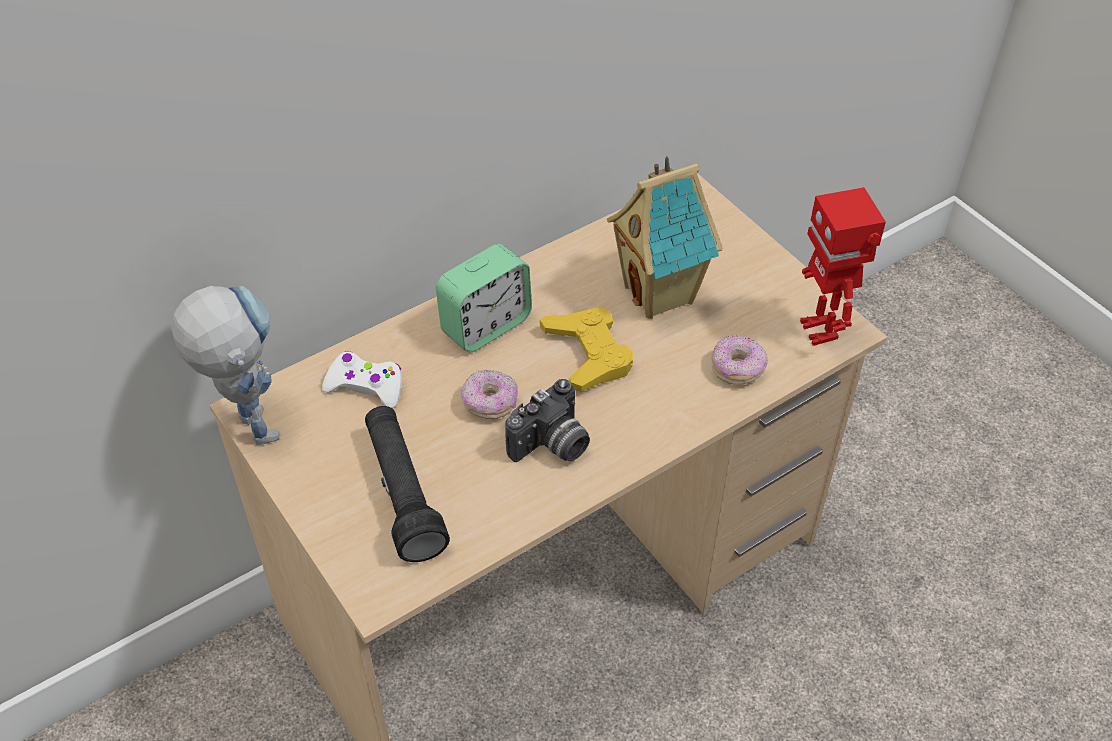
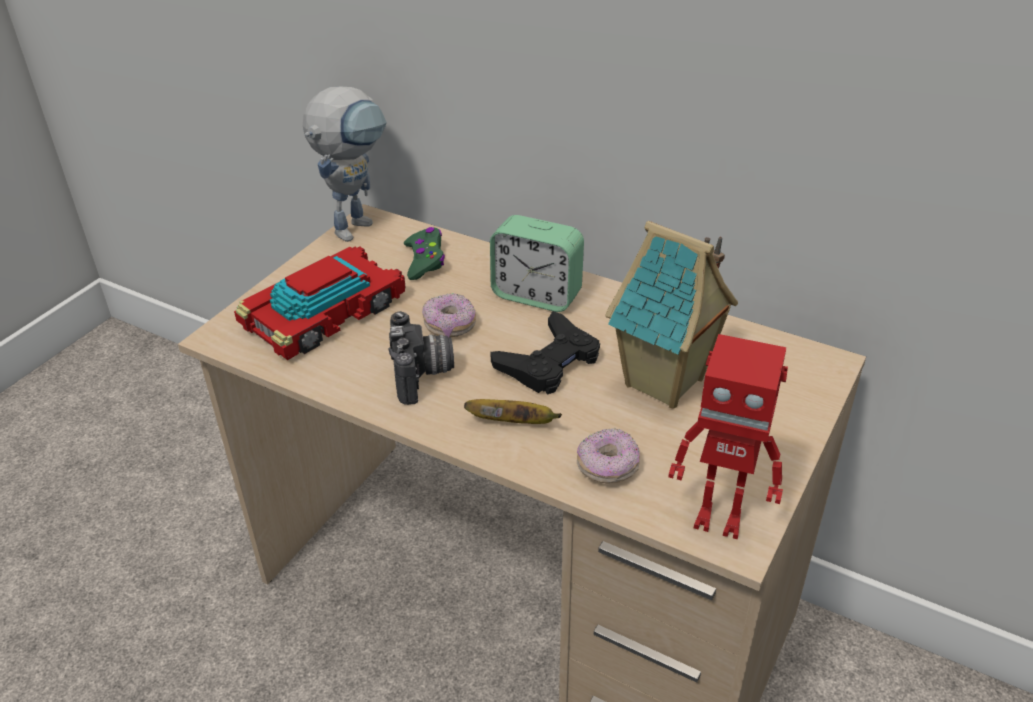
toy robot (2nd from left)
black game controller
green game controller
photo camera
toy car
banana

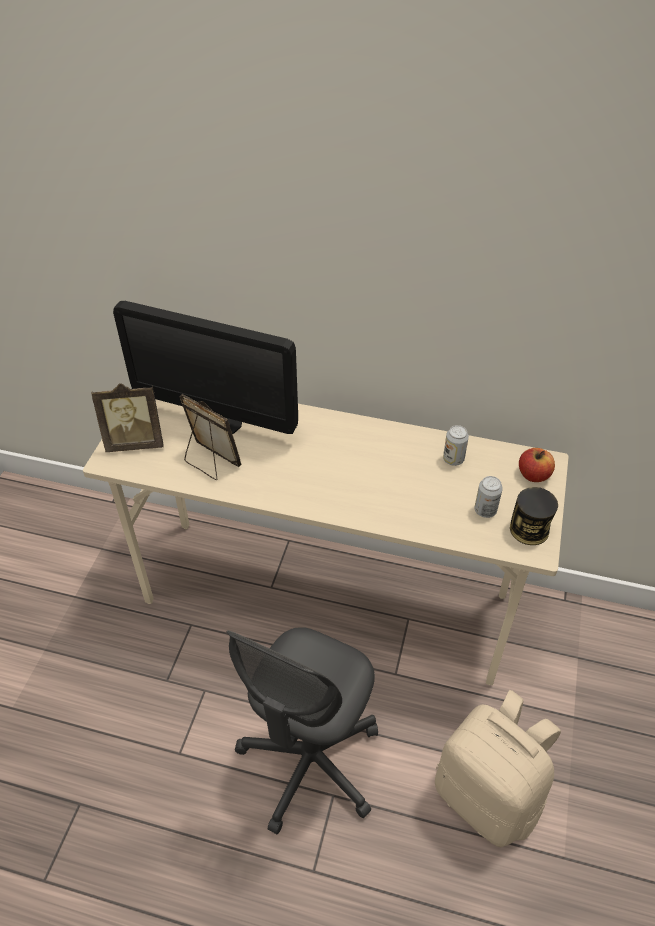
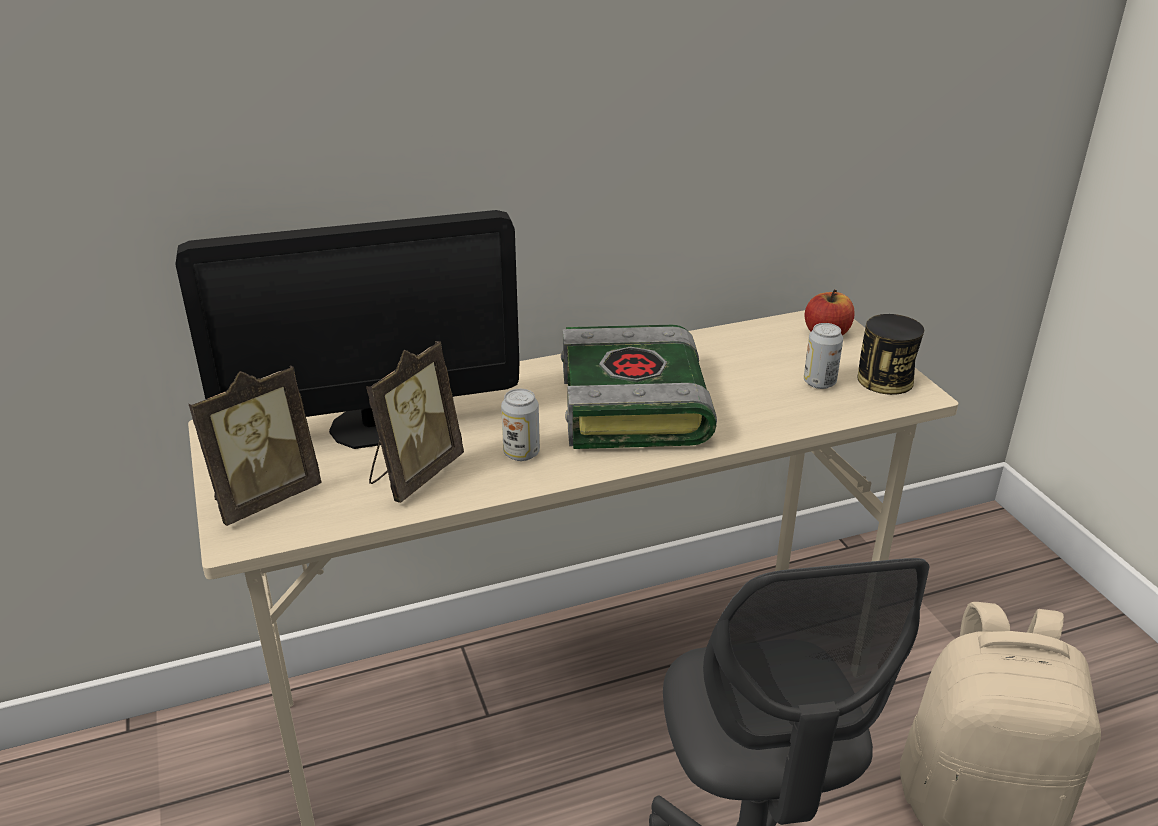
picture frame (2nd from left)
can (1st from left)
book

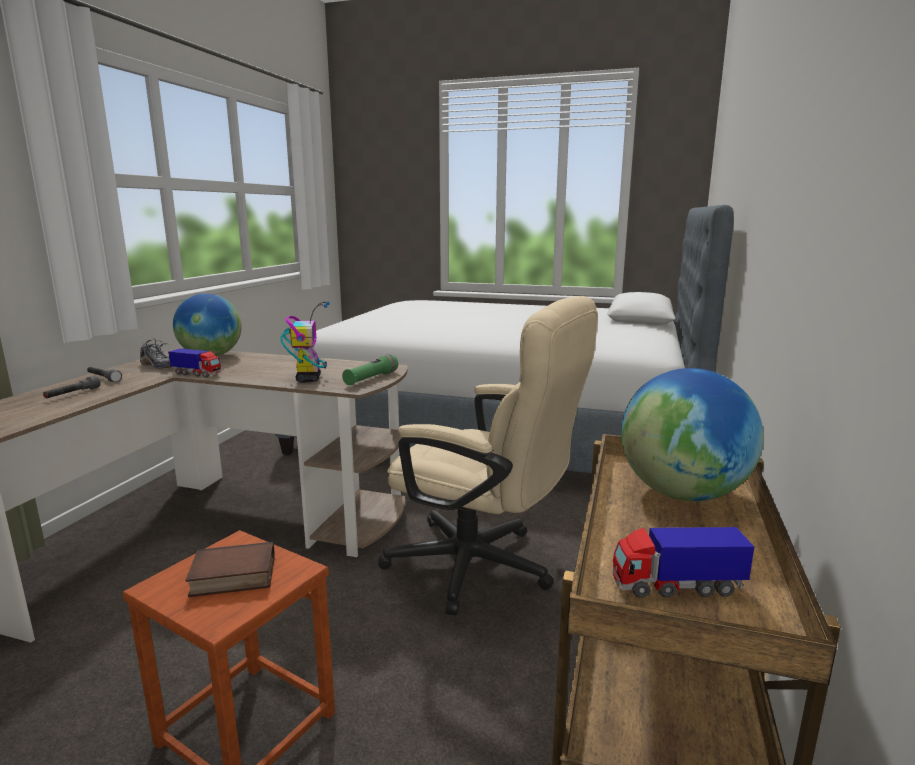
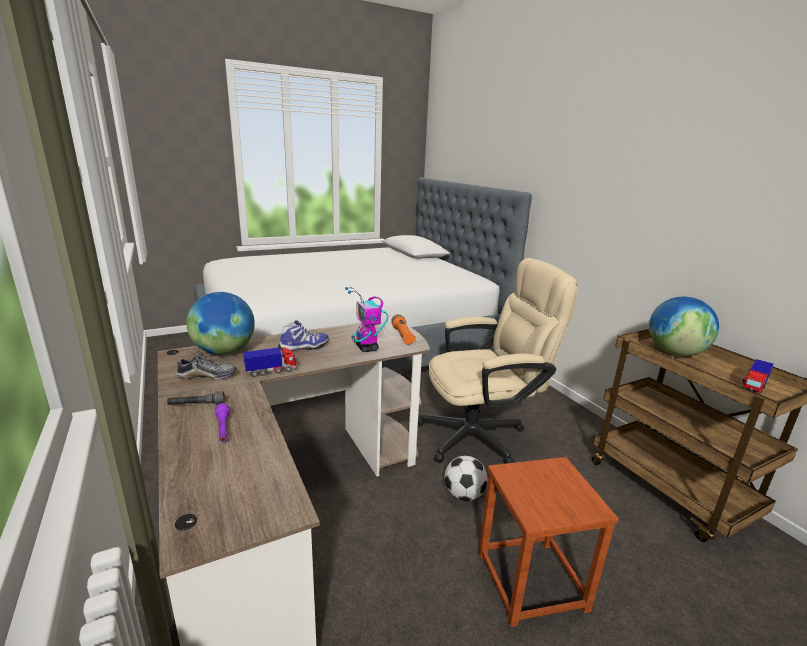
toy robot
orange flashlight
purple flashlight
book
shoe (2nd from left)
football

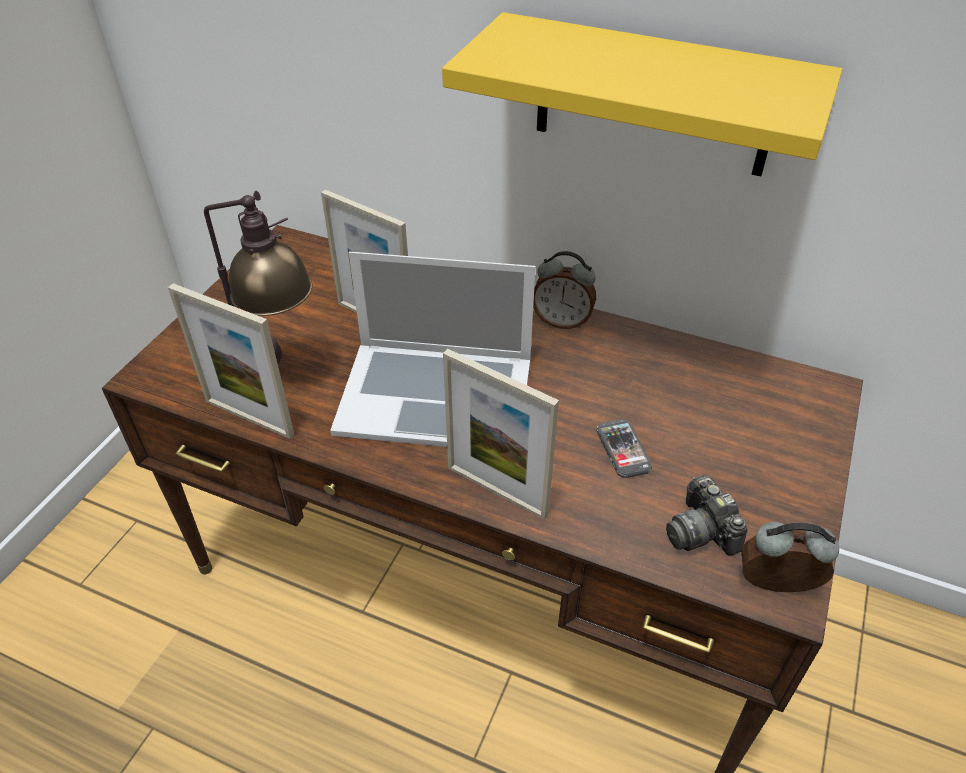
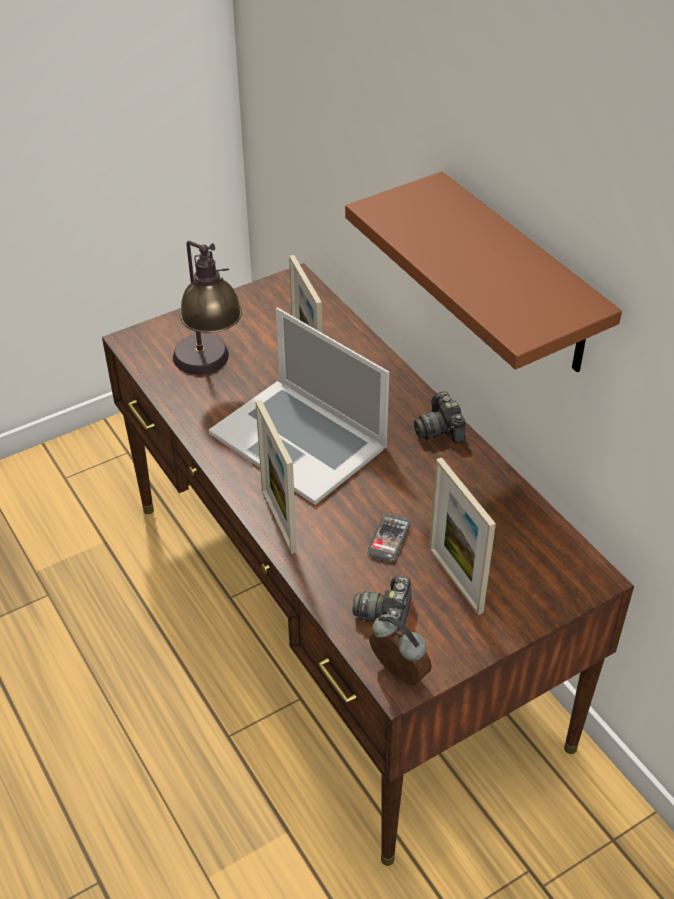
brown shelf
photo camera (2nd from left)
picture frame (3rd from left)

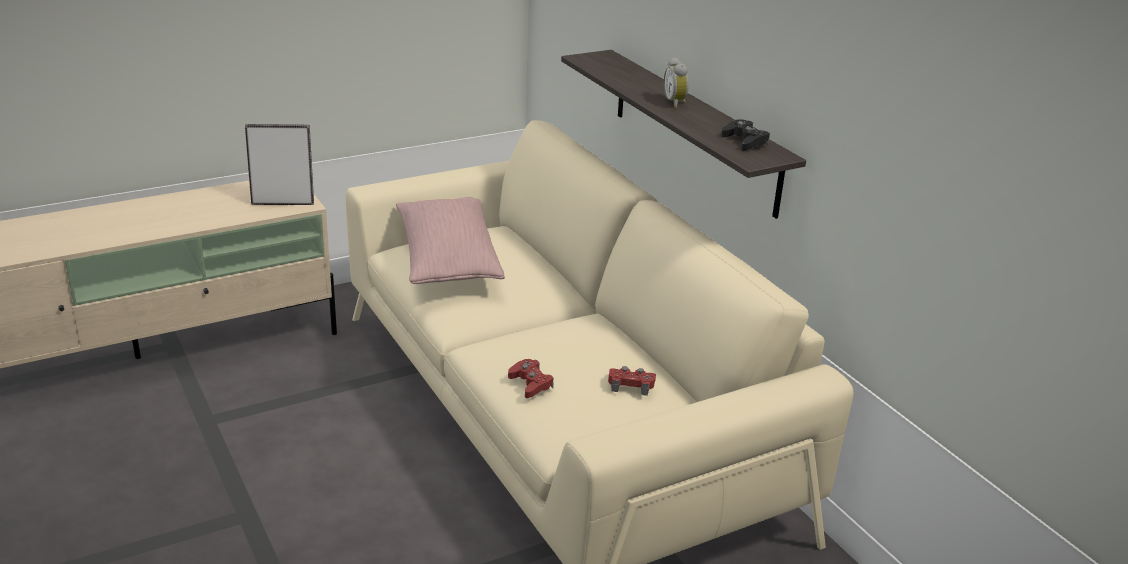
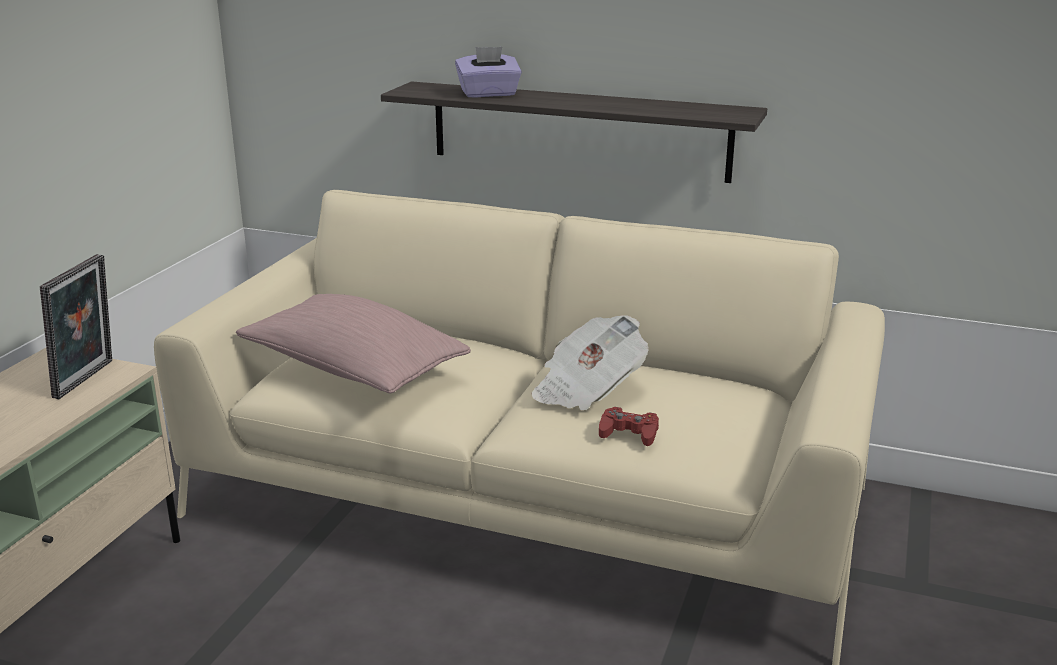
alarm clock
black game controller
picture frame
red game controller (2nd from left in the first image)
purple tissue box
newspaper

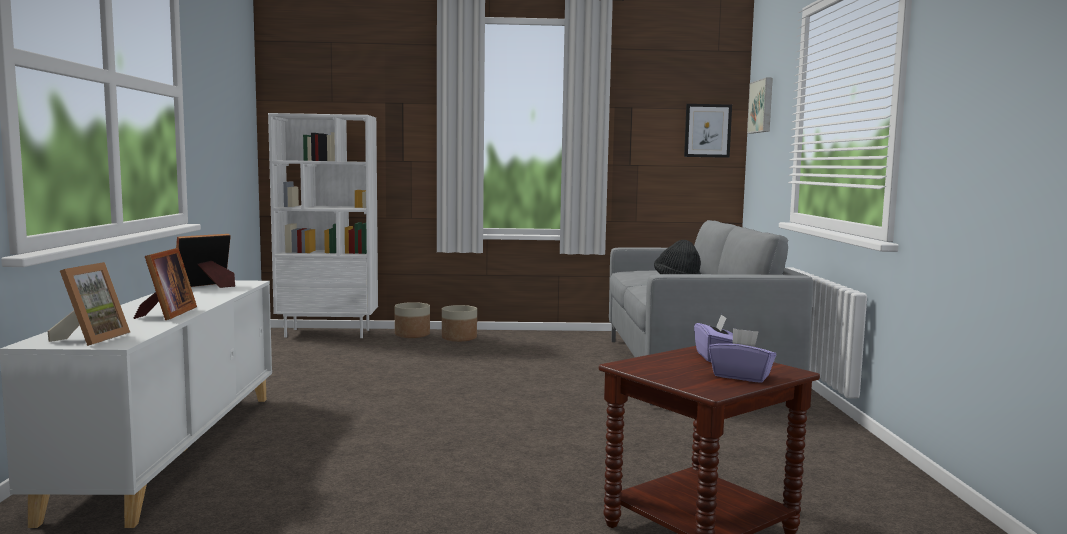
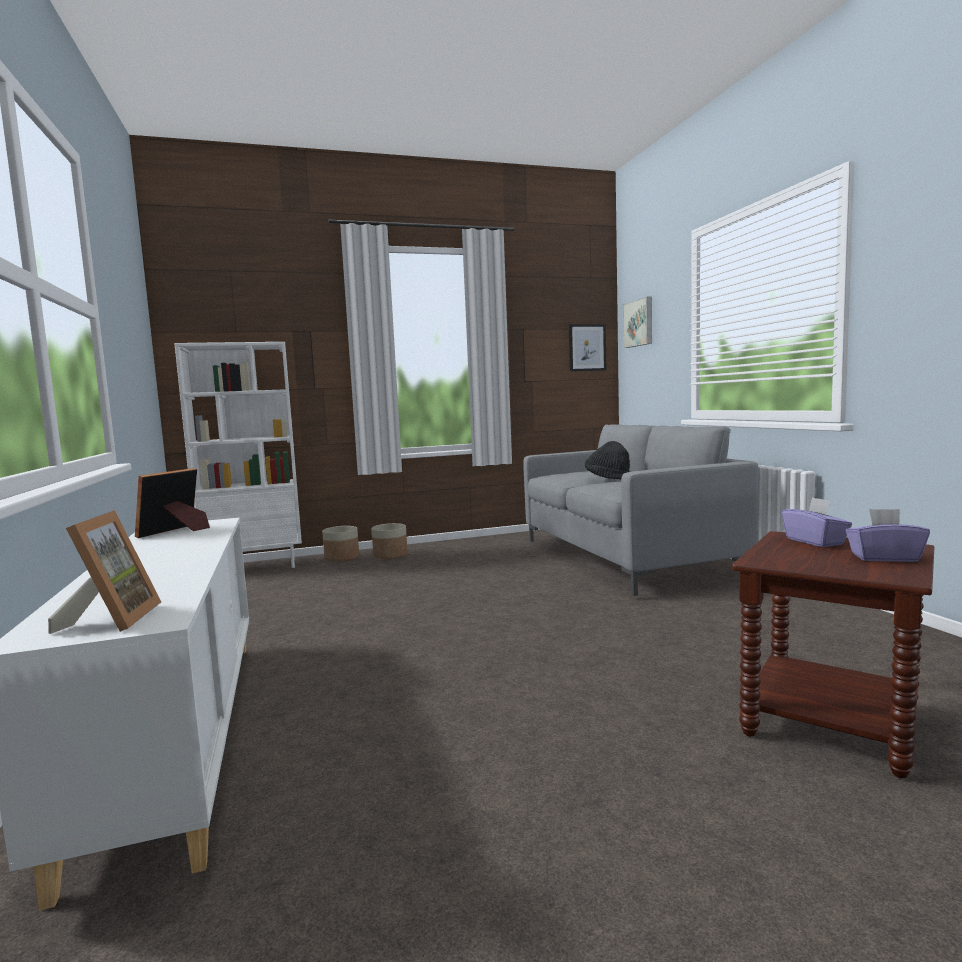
picture frame (2nd from left in the first image)

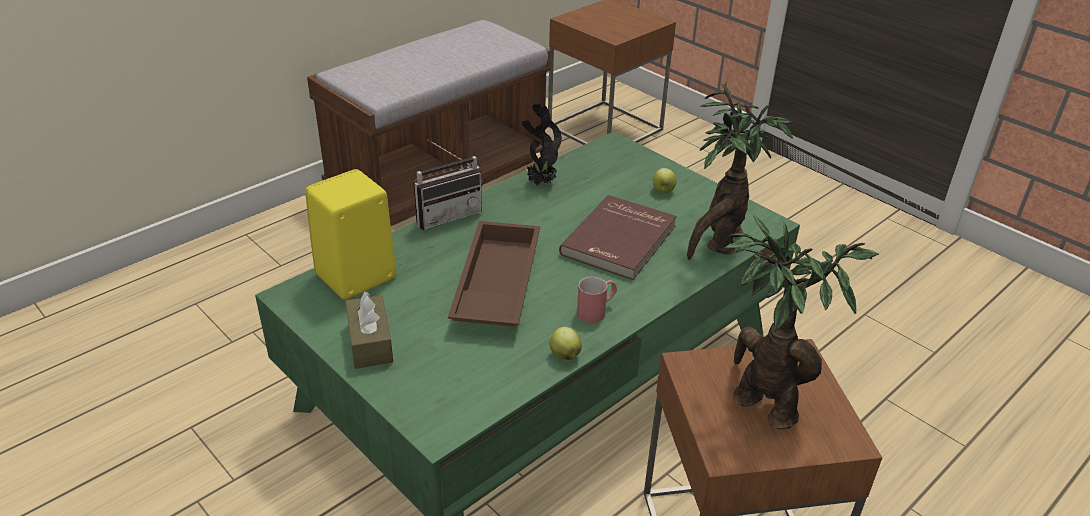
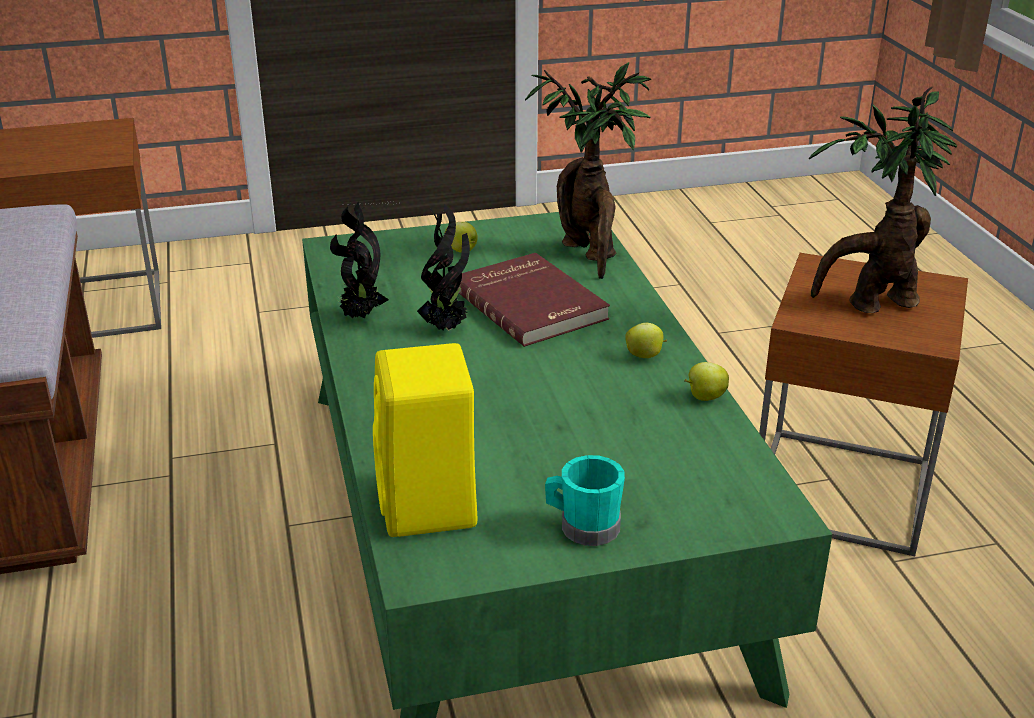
radio
brown tray
apple (2nd from left)
turquoise mug
potted plant (2nd from left)

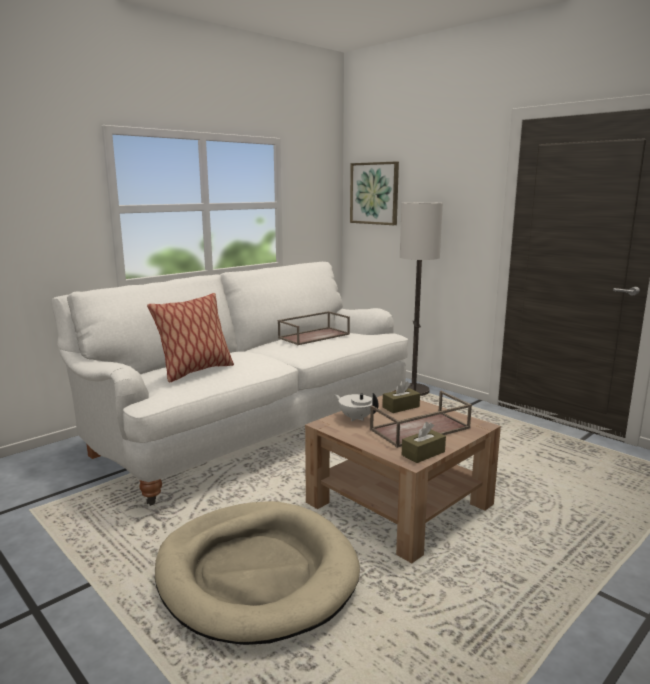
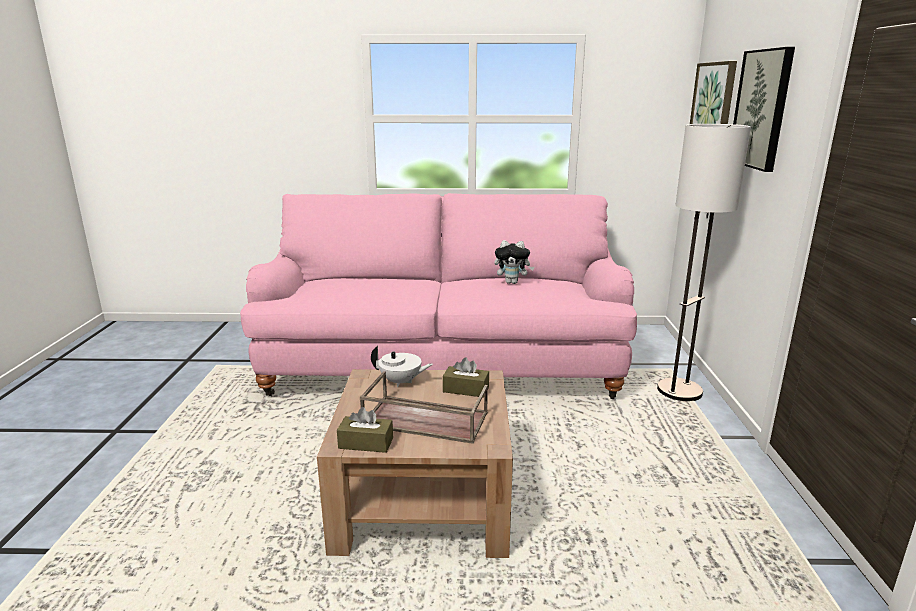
pink sofa
pillow
plush toy
white teapot
beige dog bed
picture (2nd from left)

